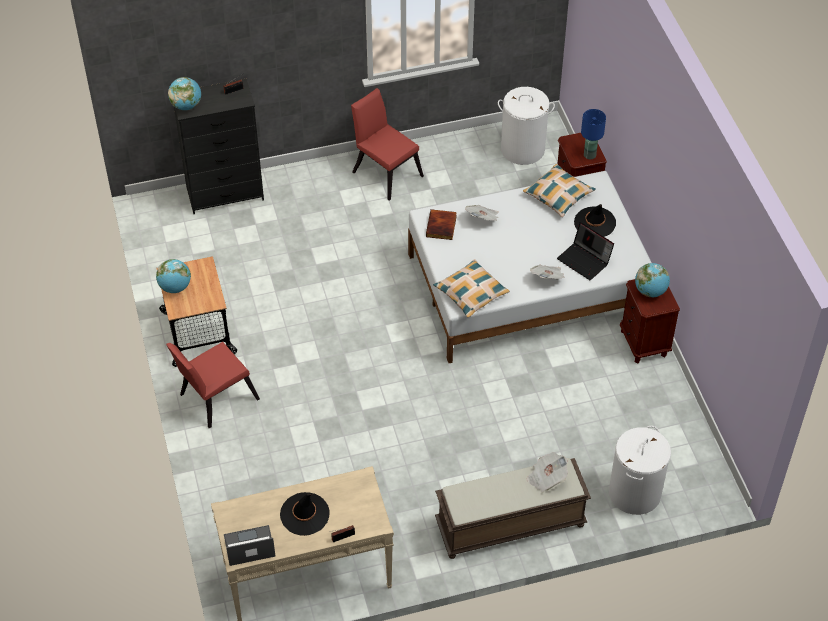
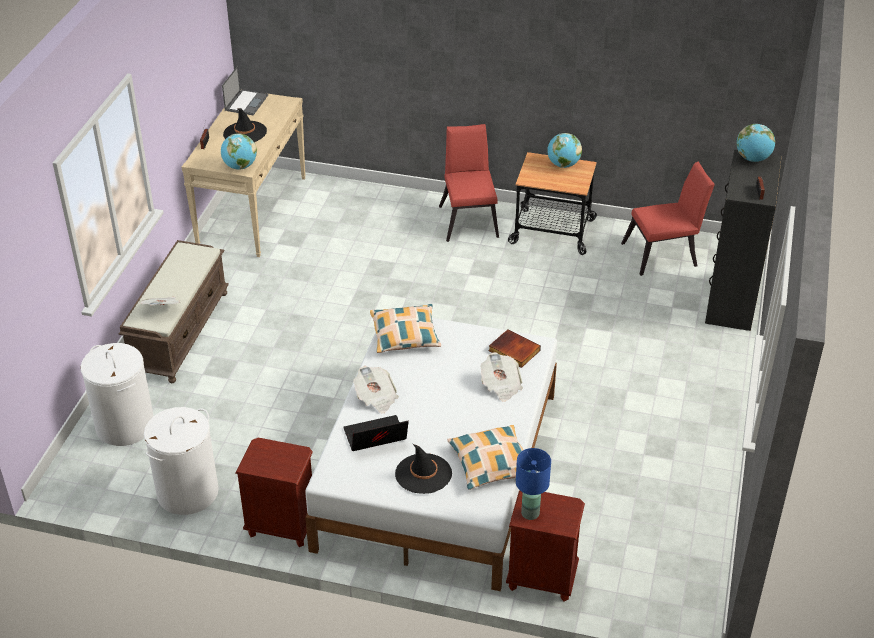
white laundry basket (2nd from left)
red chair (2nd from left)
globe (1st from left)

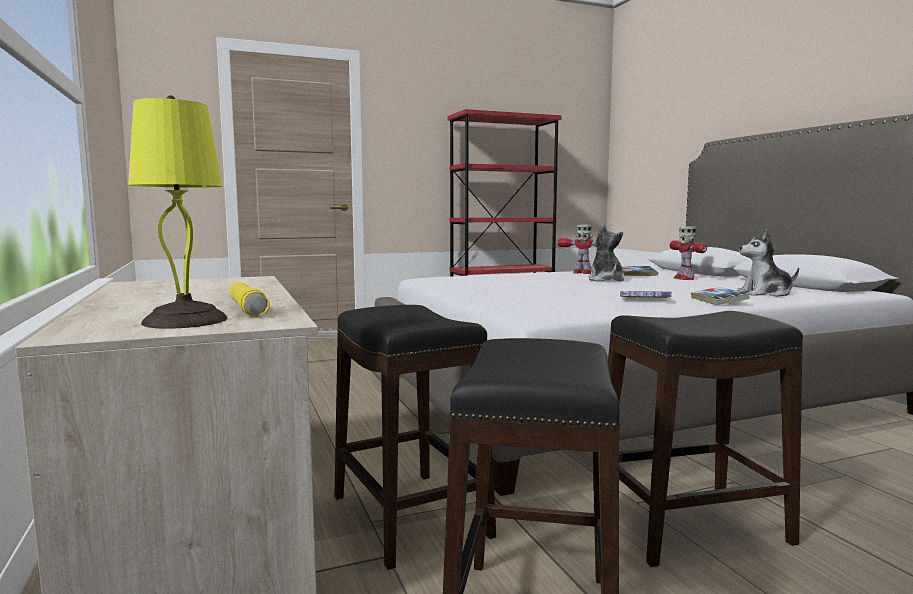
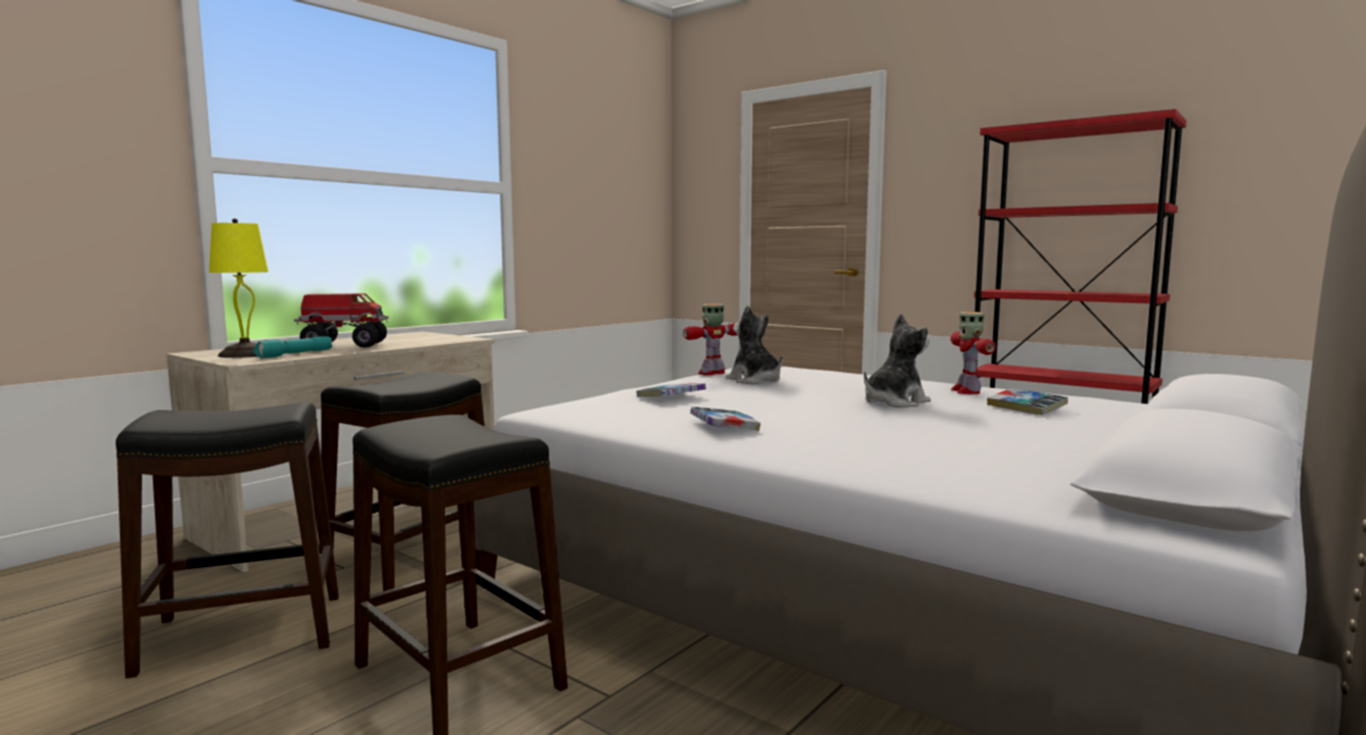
toy robot (1st from left)
plush toy (1st from left)
turquoise flashlight
book (1st from left)
toy truck

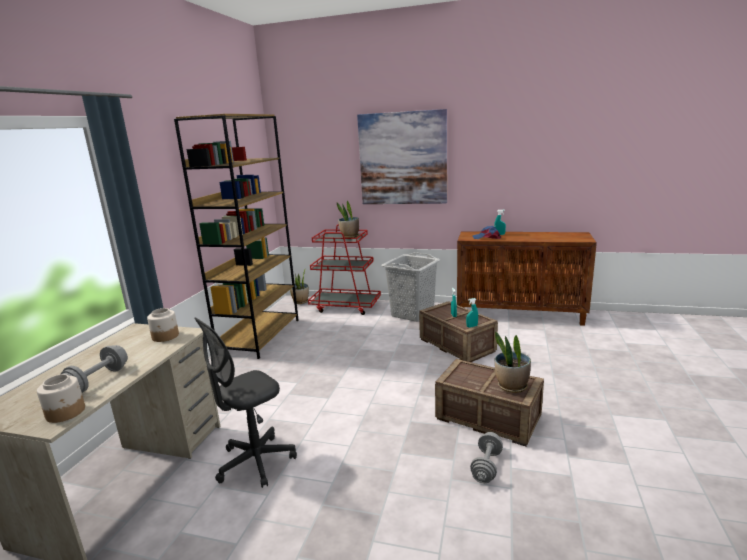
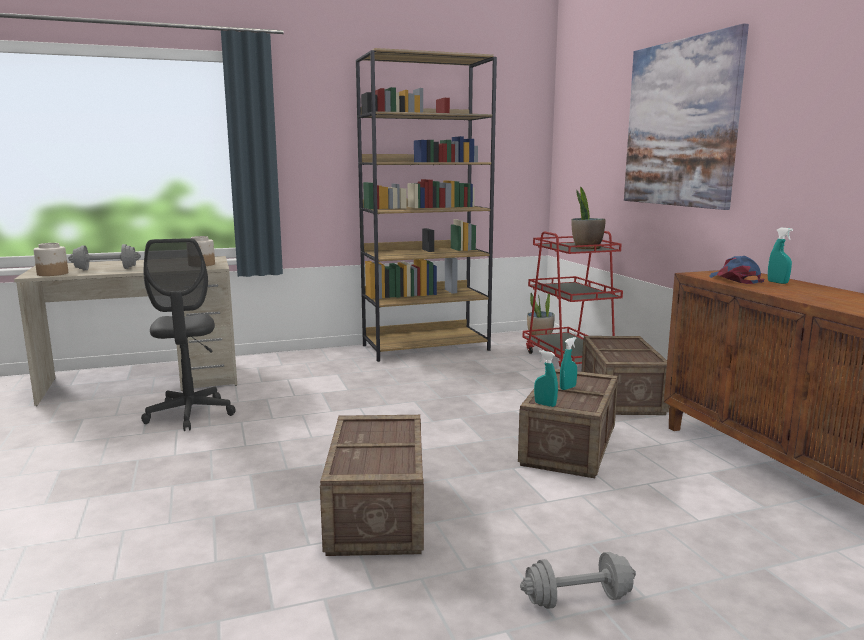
crate (3rd from left)
grey office chair
potted plant (3rd from left in the first image)
grey dumbbell (2nd from left)

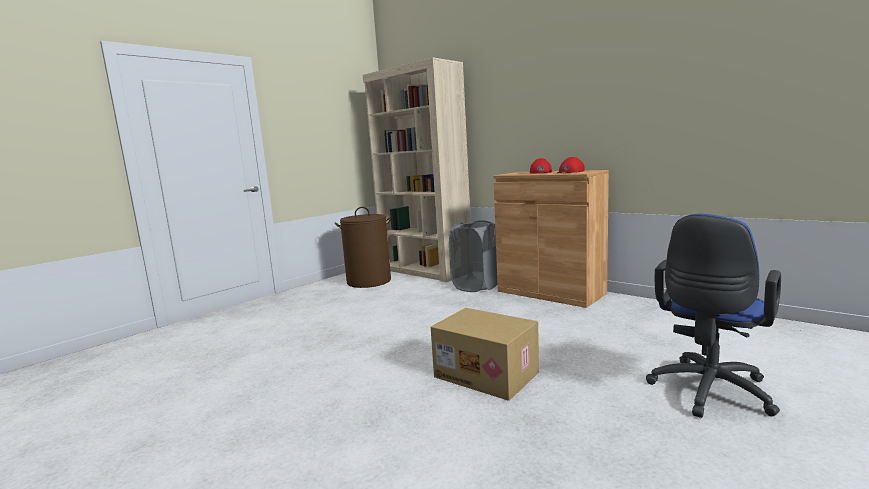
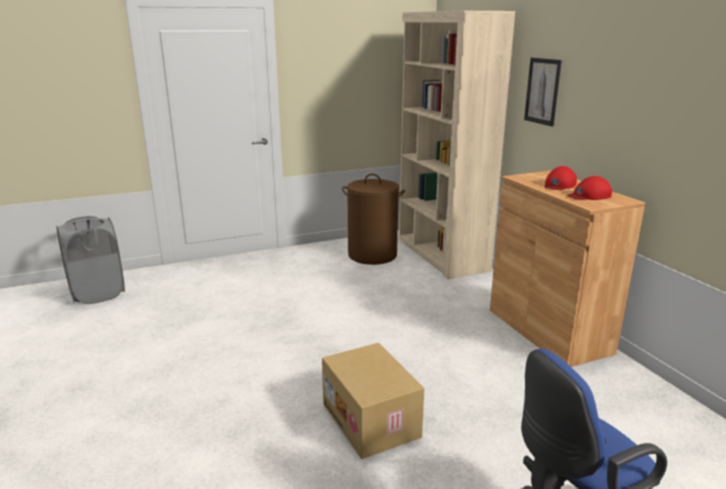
grey laundry basket
picture

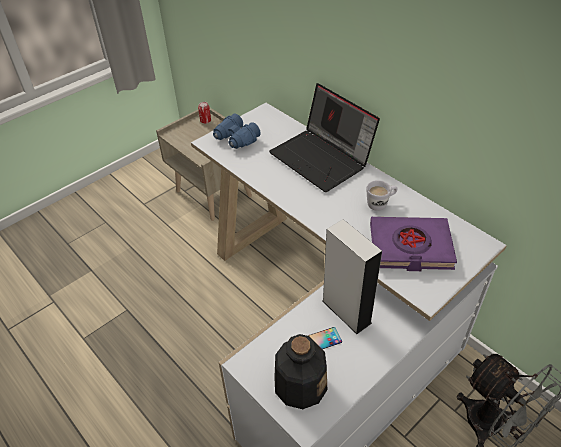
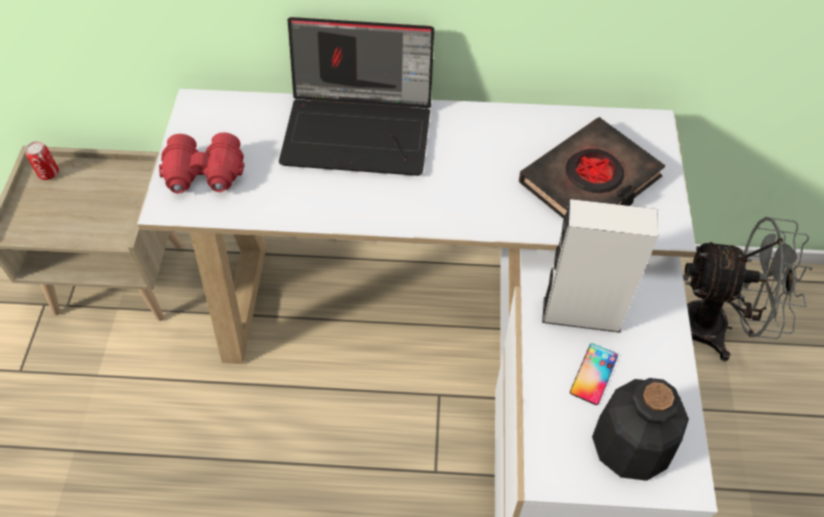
red binoculars
white mug
black book

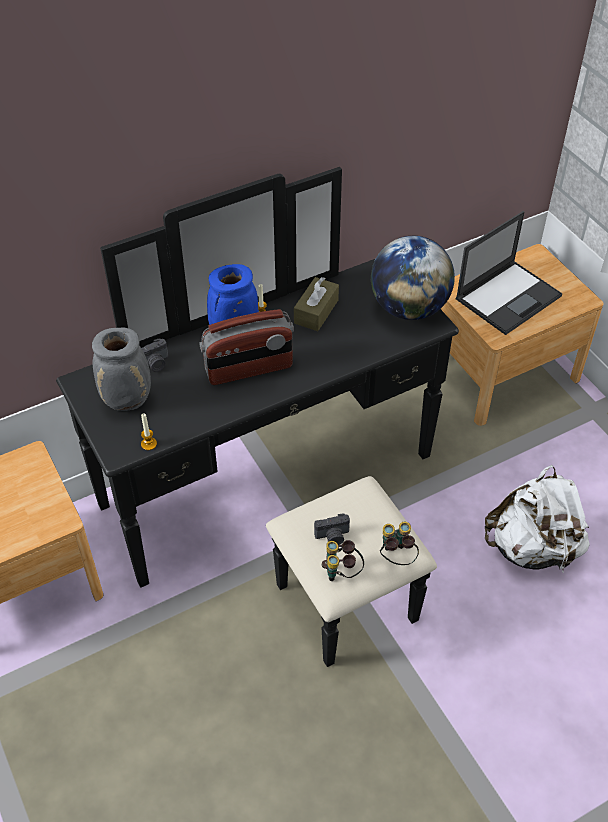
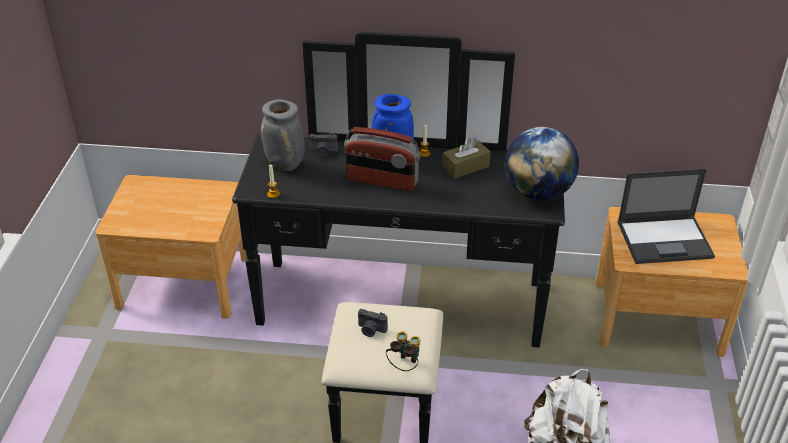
binoculars (1st from left in the first image)

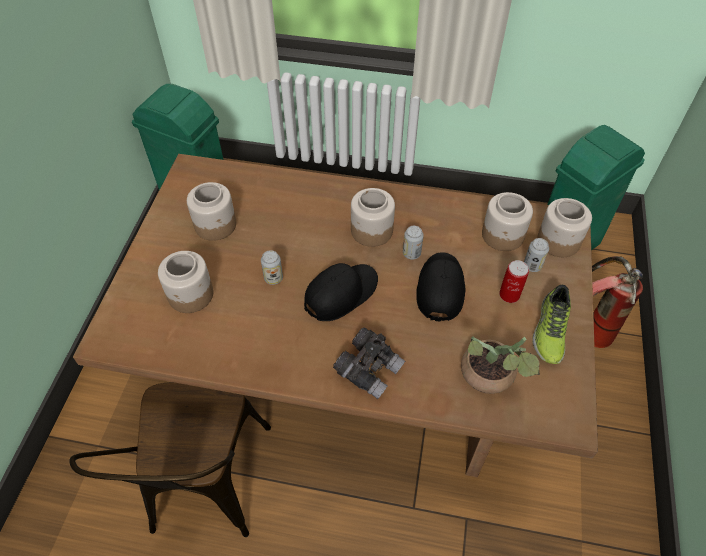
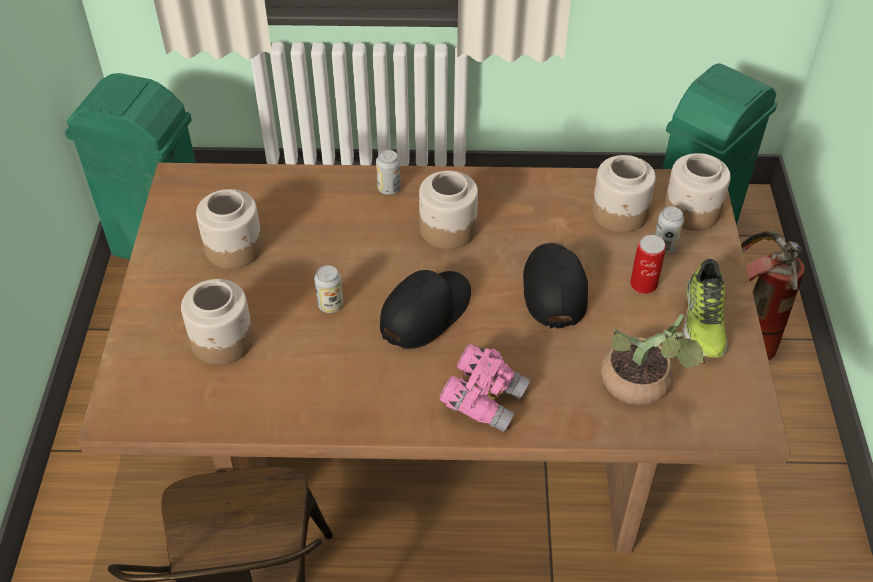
can (2nd from left)
pink binoculars

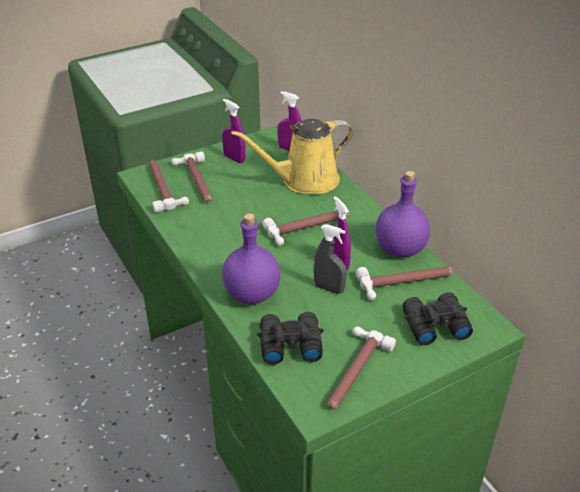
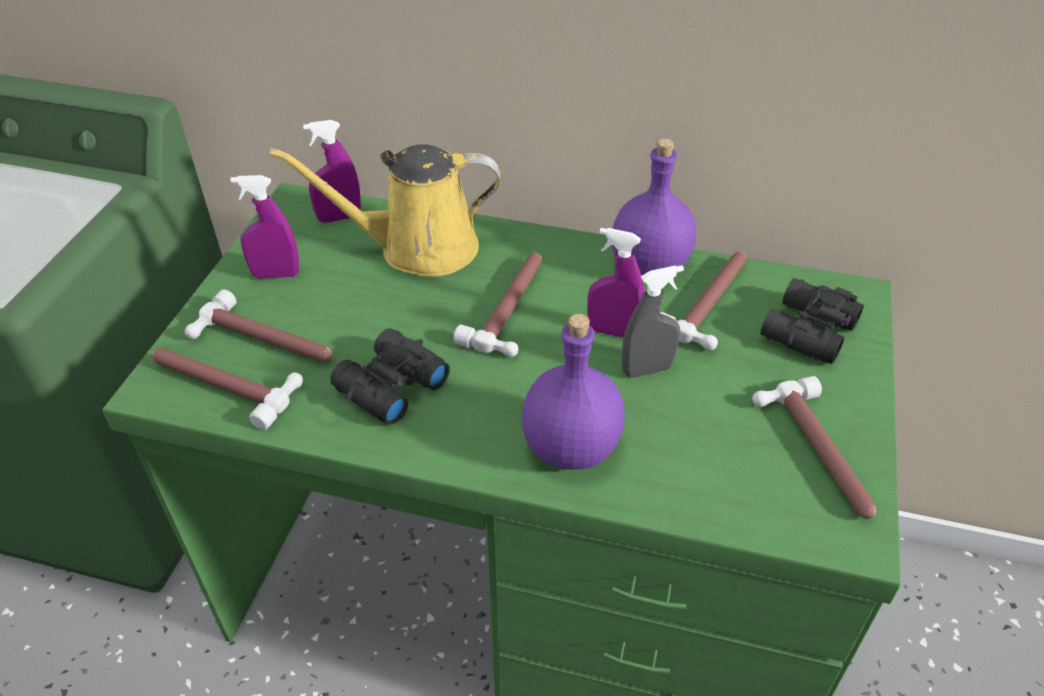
yellow watering can
black binoculars (1st from left)

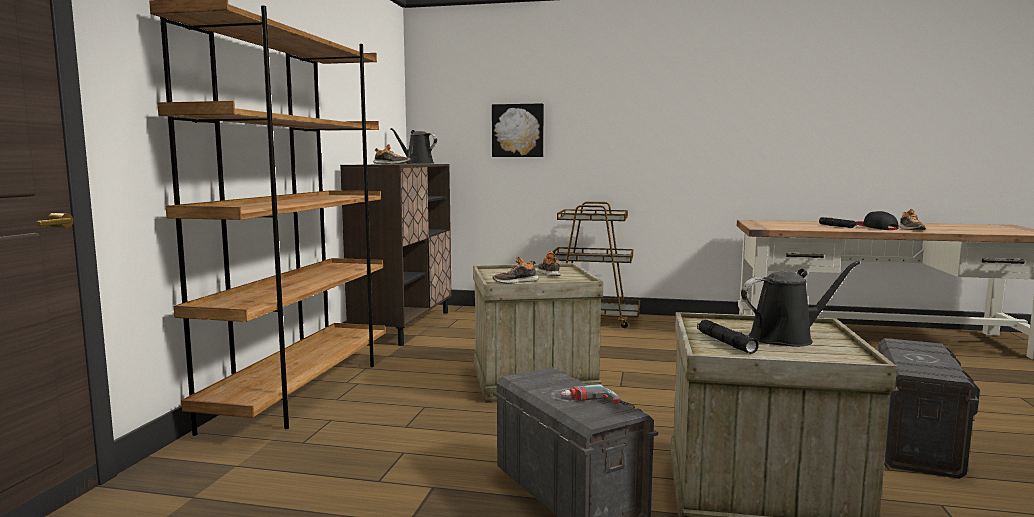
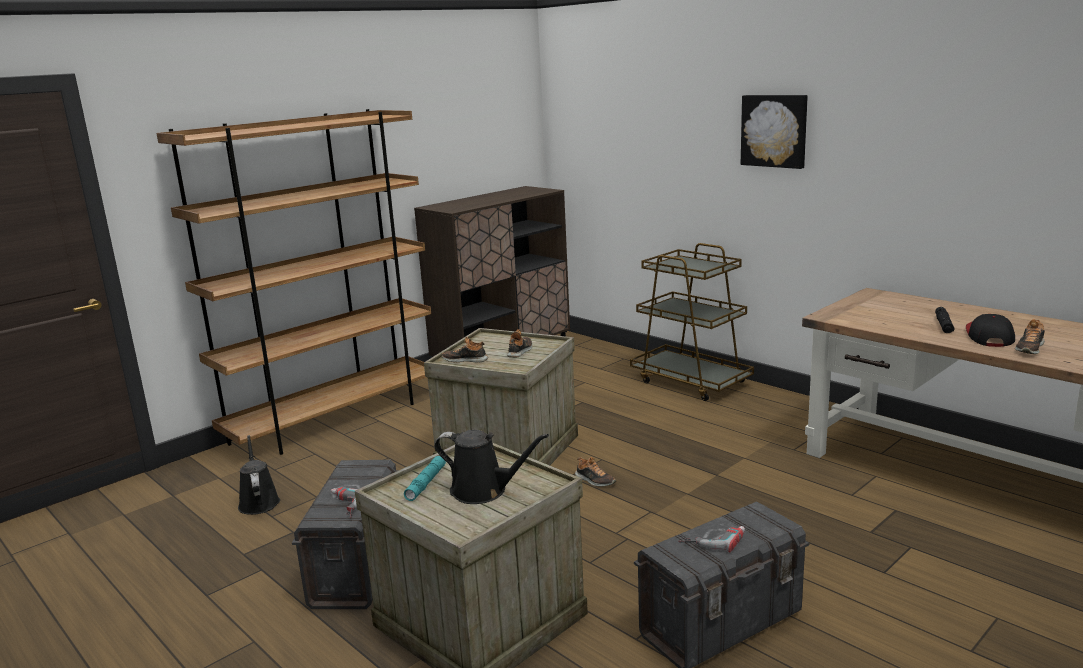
picture
black watering can (1st from left)
shoe (3rd from left)
turquoise flashlight
power drill (2nd from left)

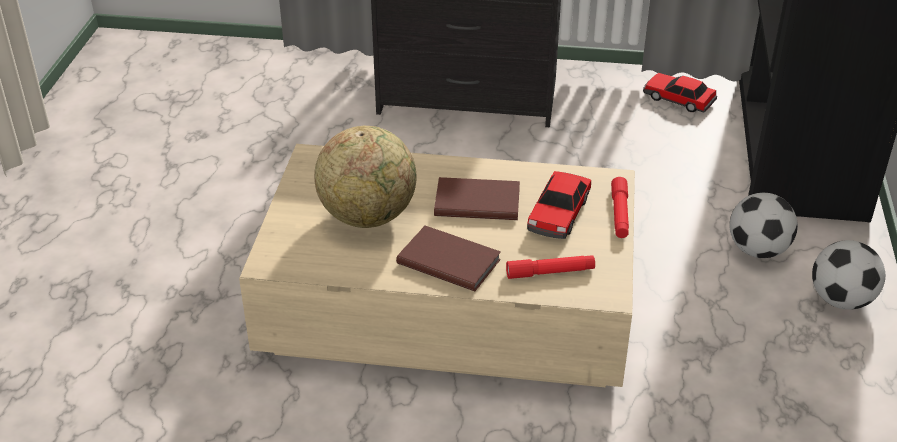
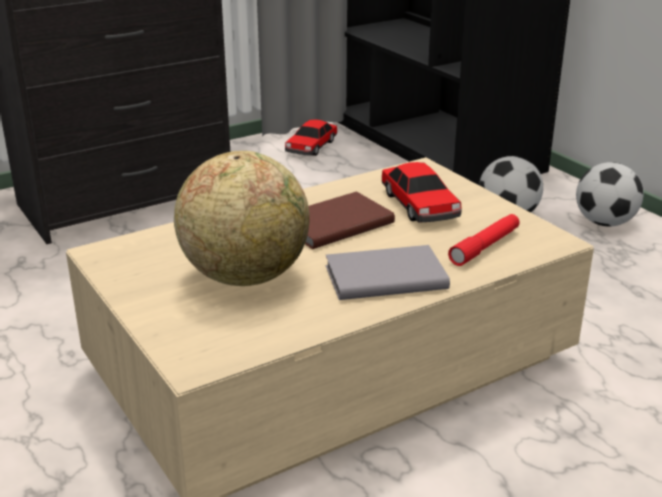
toy car (1st from left)
red flashlight (2nd from left in the first image)
grey book

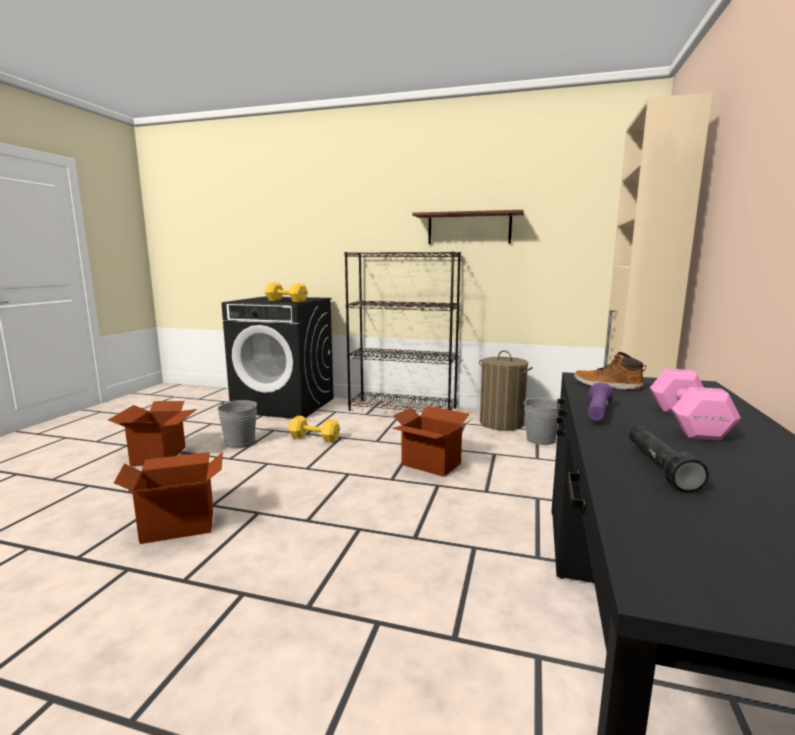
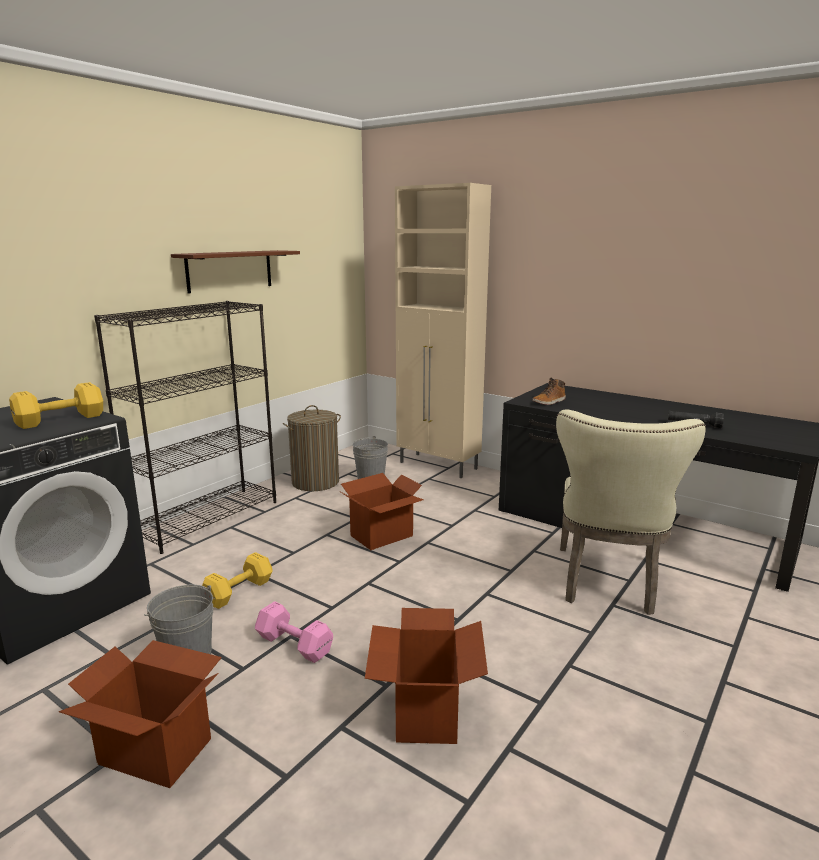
pink dumbbell
purple flashlight
beige chair

